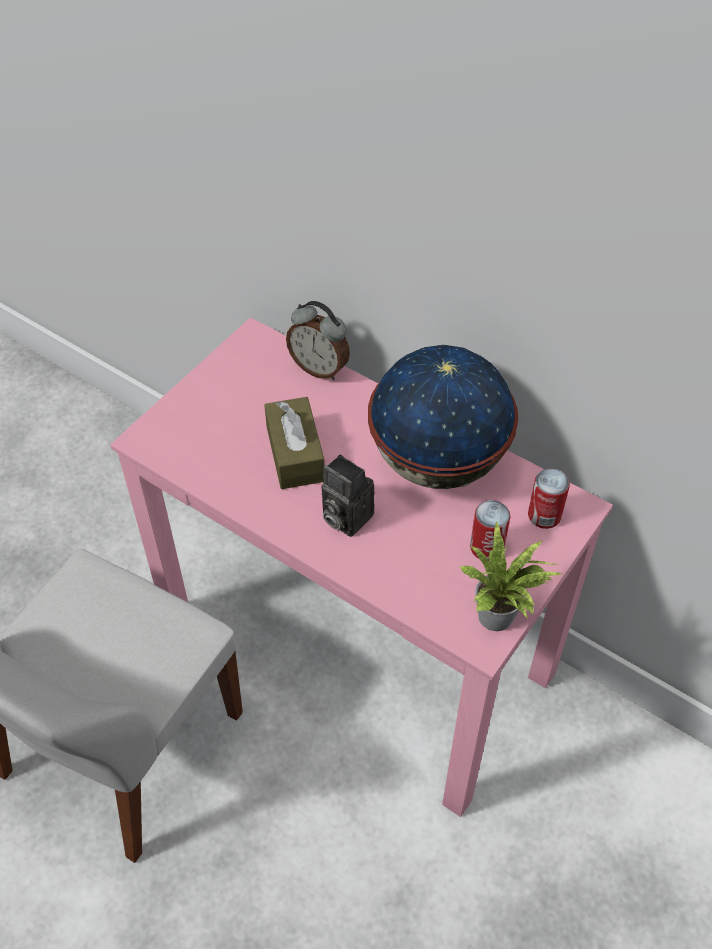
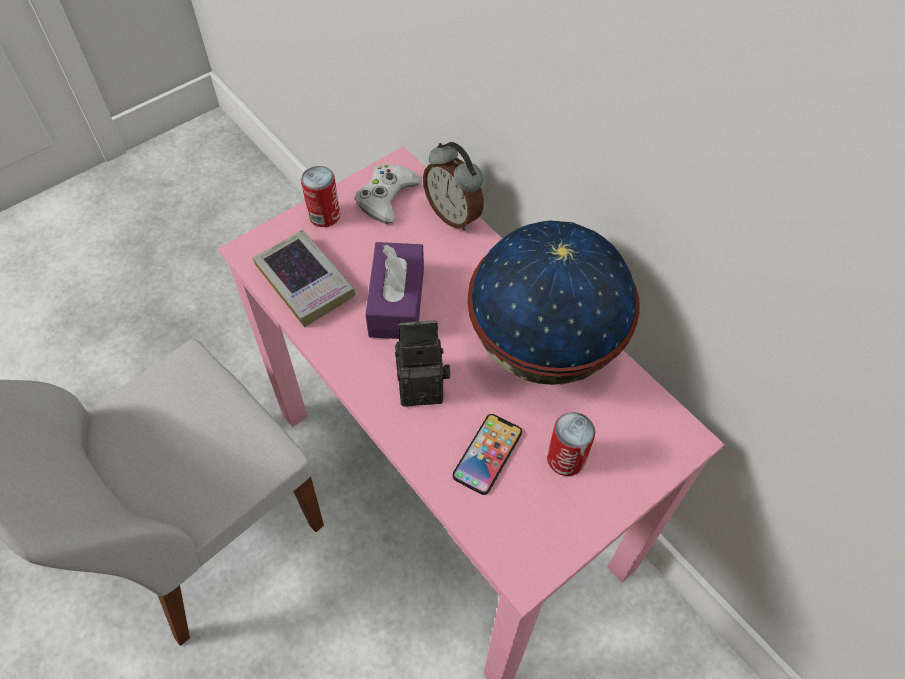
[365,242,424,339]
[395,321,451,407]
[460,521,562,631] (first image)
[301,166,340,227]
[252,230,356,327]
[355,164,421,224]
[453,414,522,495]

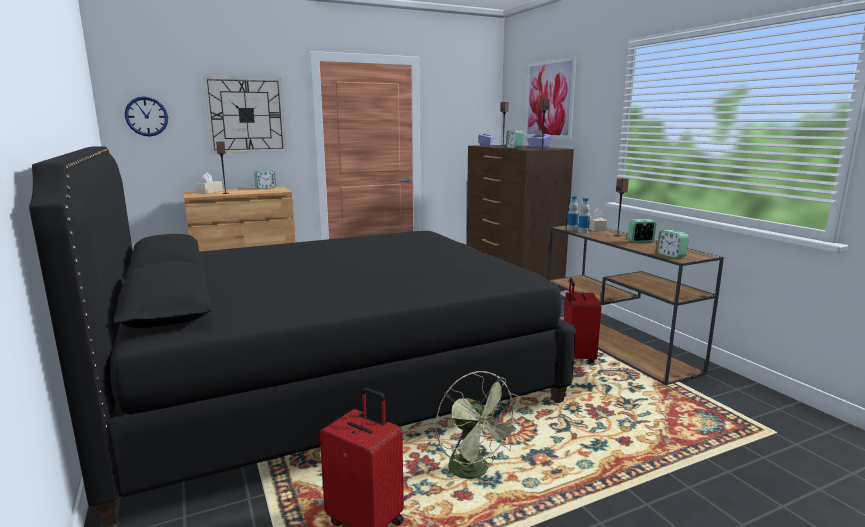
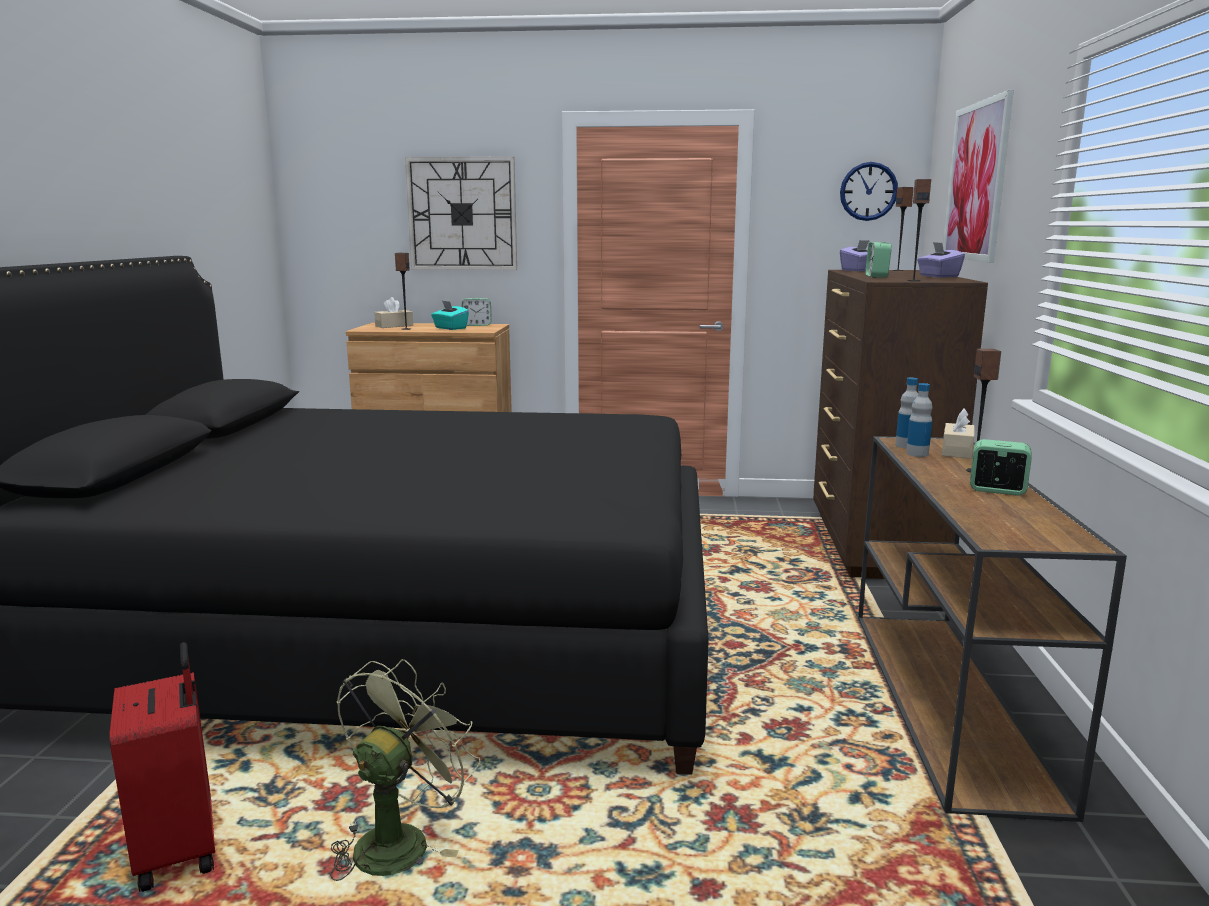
[840,162,898,221]
[330,659,481,881]
[564,278,602,364] (first image)
[657,230,689,258] (first image)
[431,300,469,330]

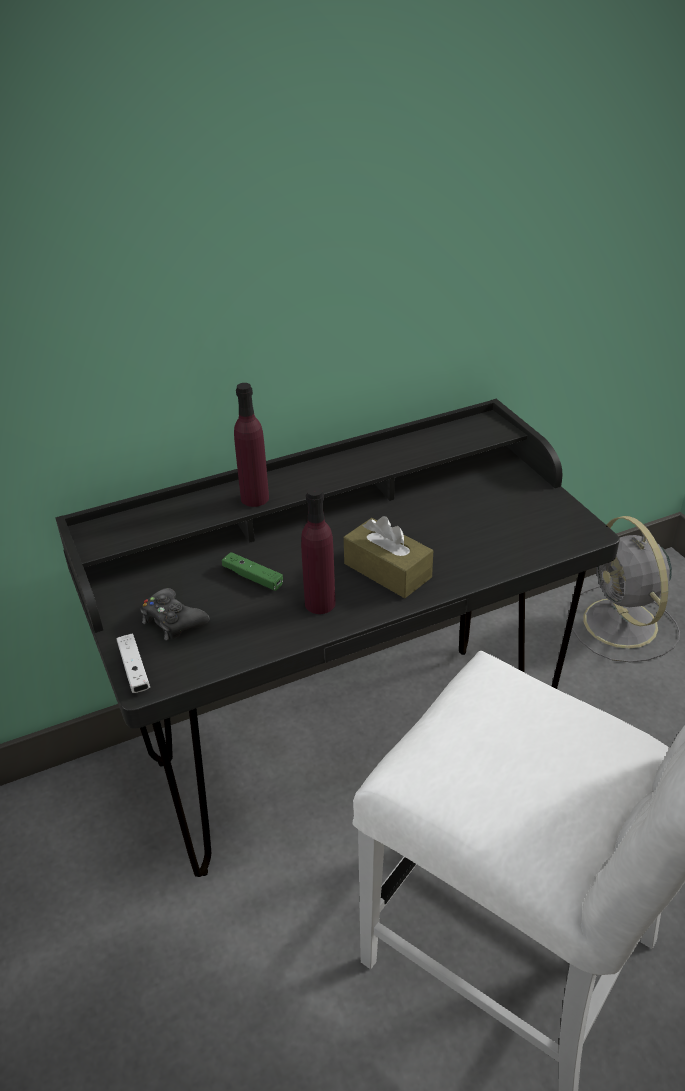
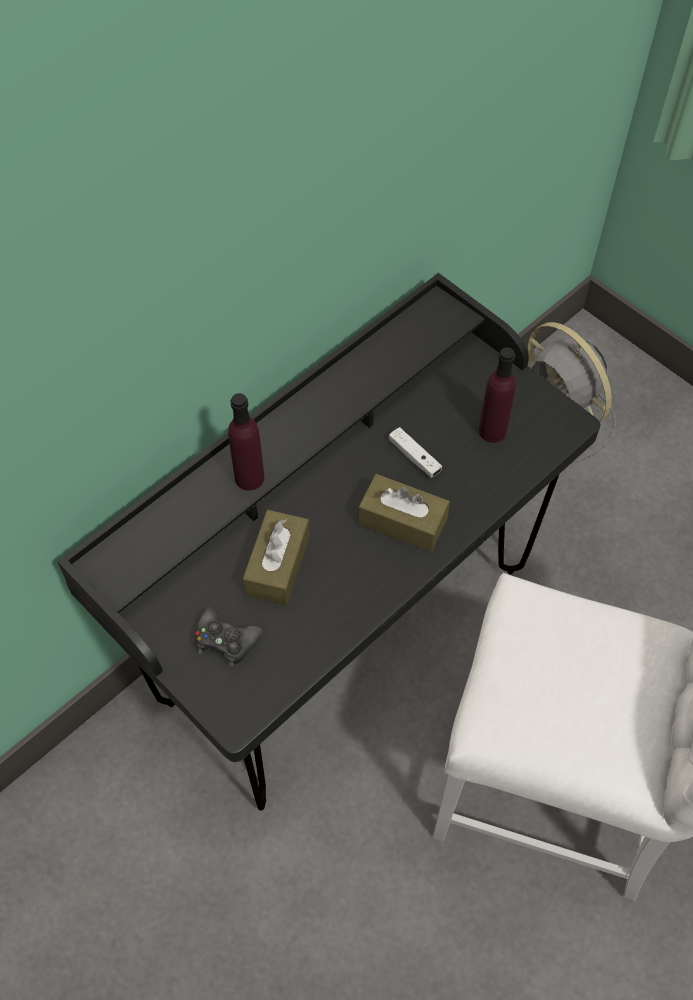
[389,427,442,478]
[243,510,310,606]
[479,347,516,443]

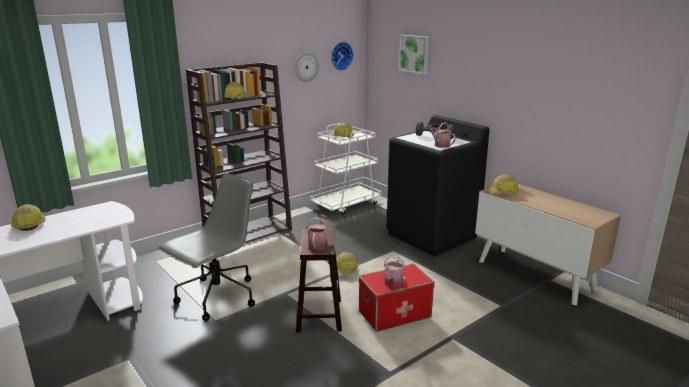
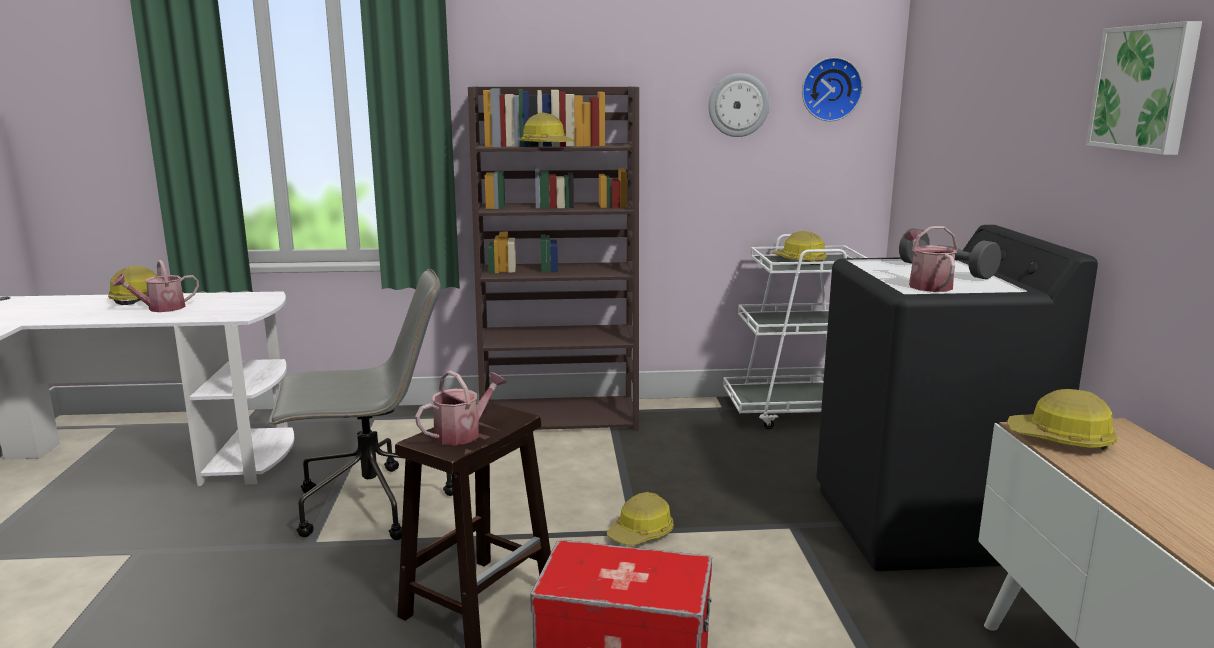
[112,260,199,312]
[1086,21,1202,155]

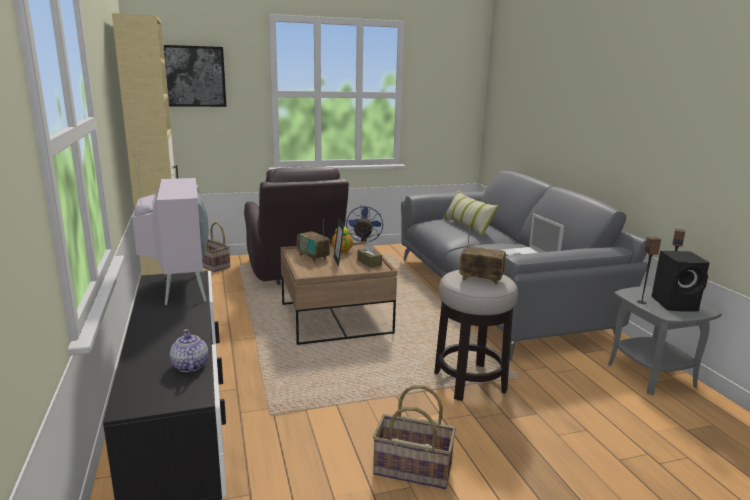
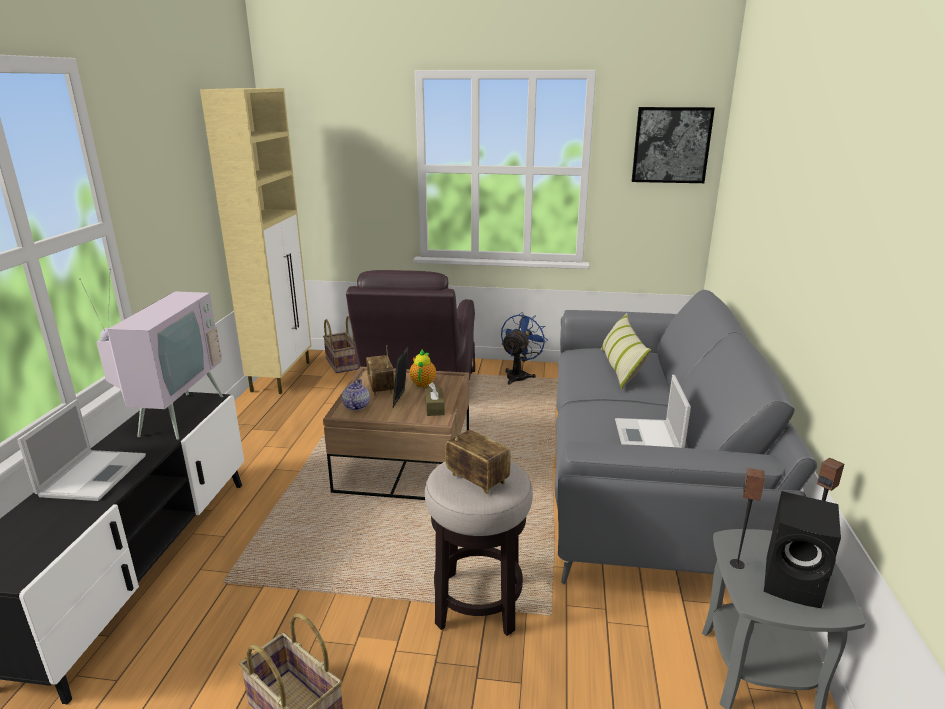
[632,107,715,183]
[342,379,370,411]
[17,399,146,501]

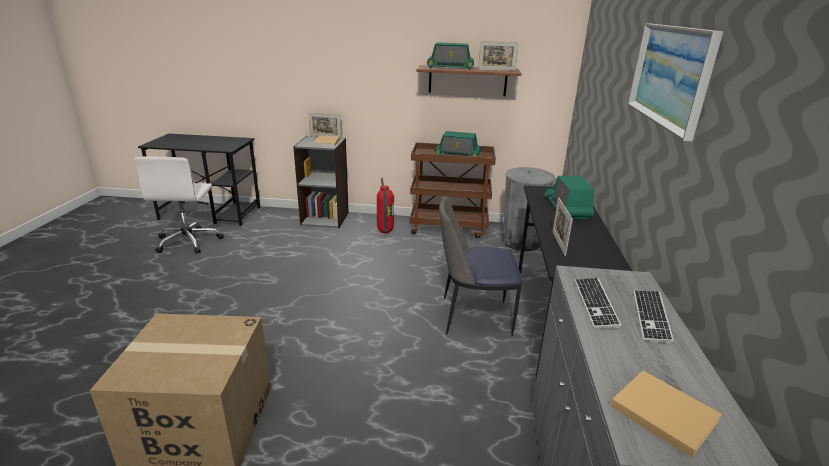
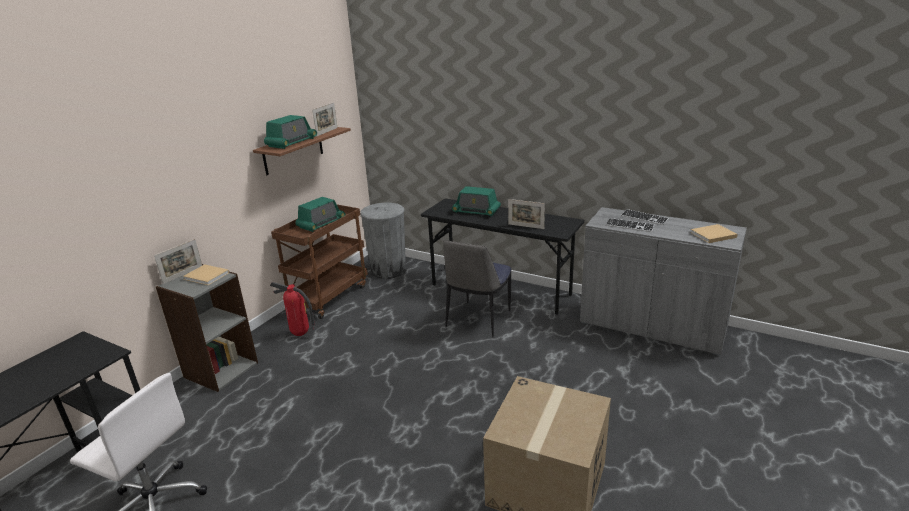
[628,23,723,141] (first image)

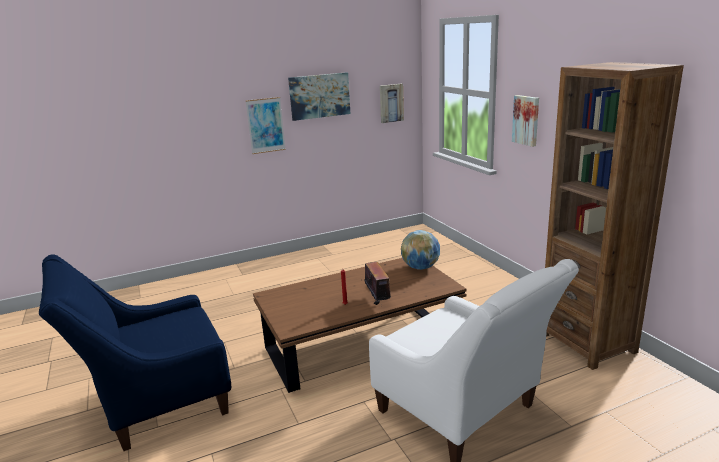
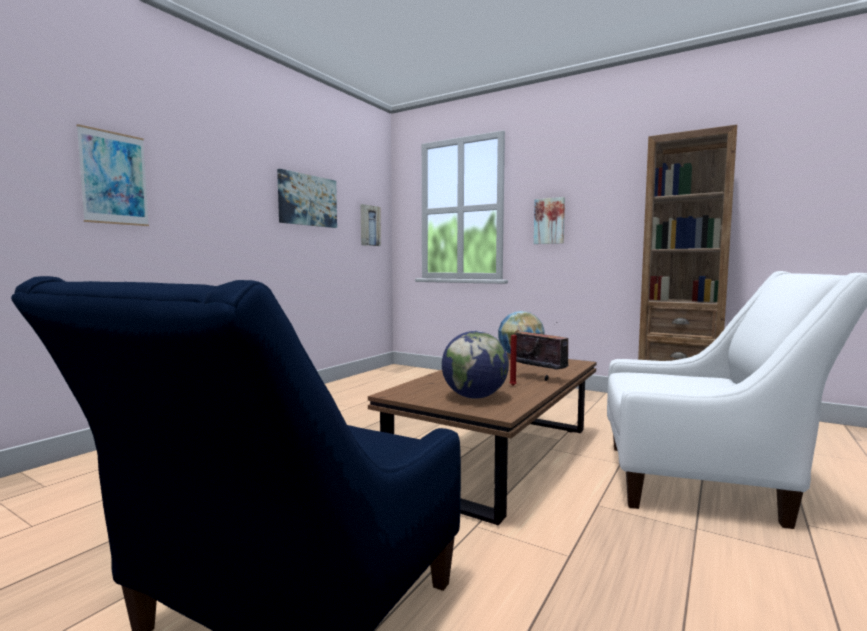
[77,124,149,226]
[442,331,509,399]

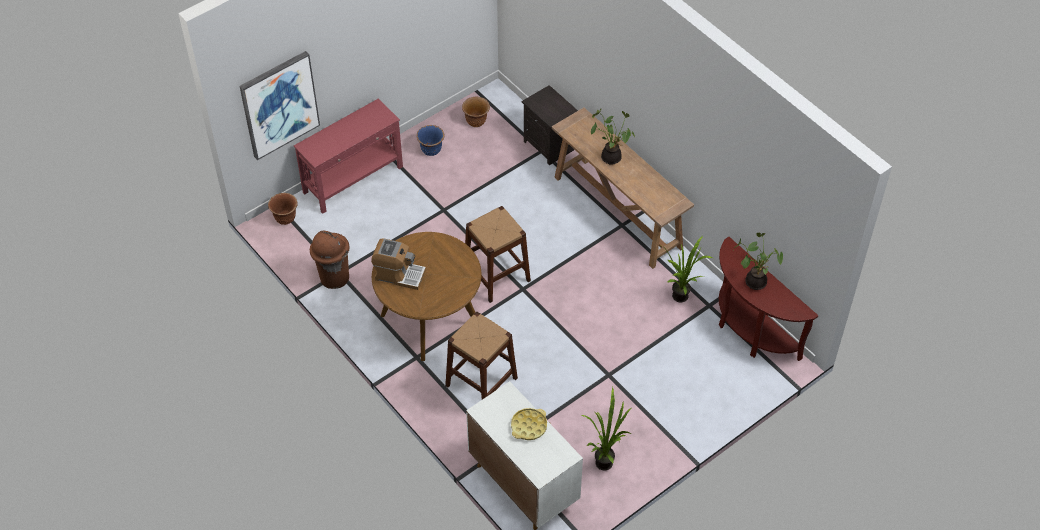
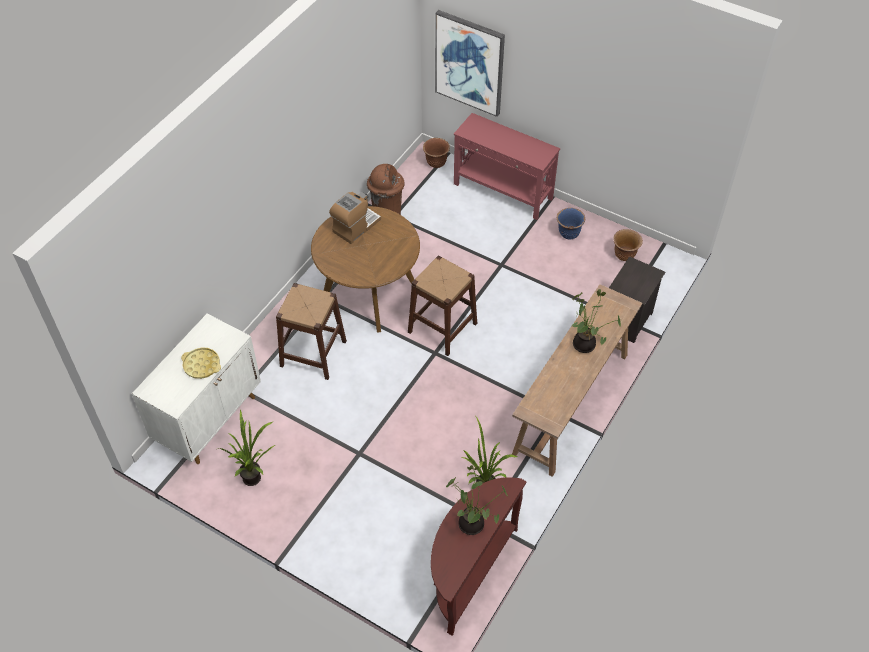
[329,192,381,244]

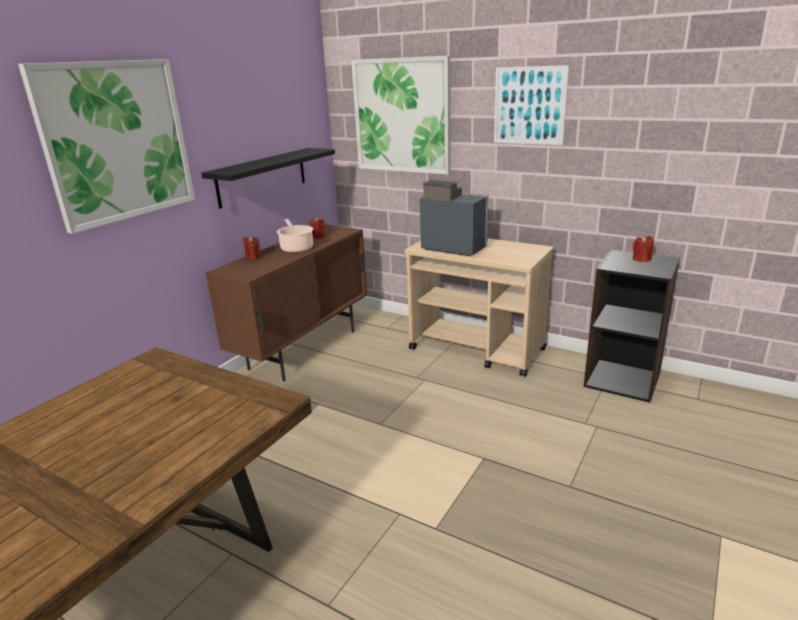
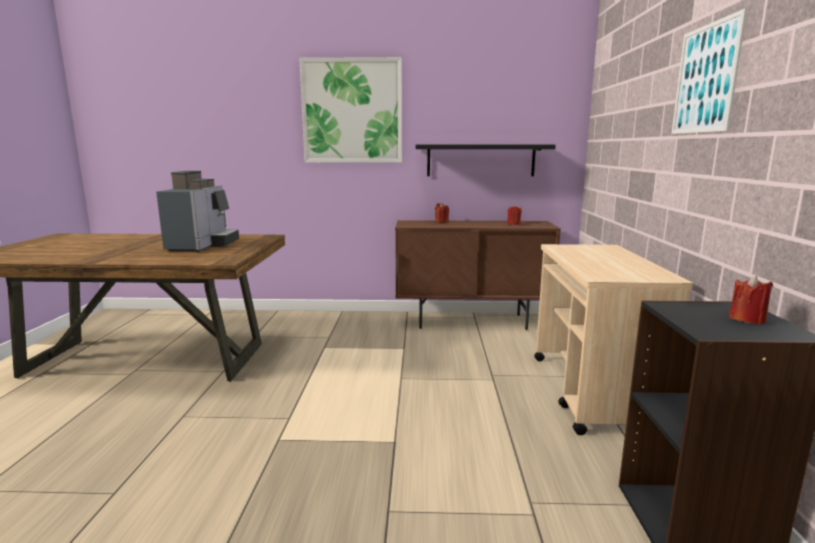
[277,219,313,253] (first image)
[351,56,451,175] (first image)
[156,171,239,252]

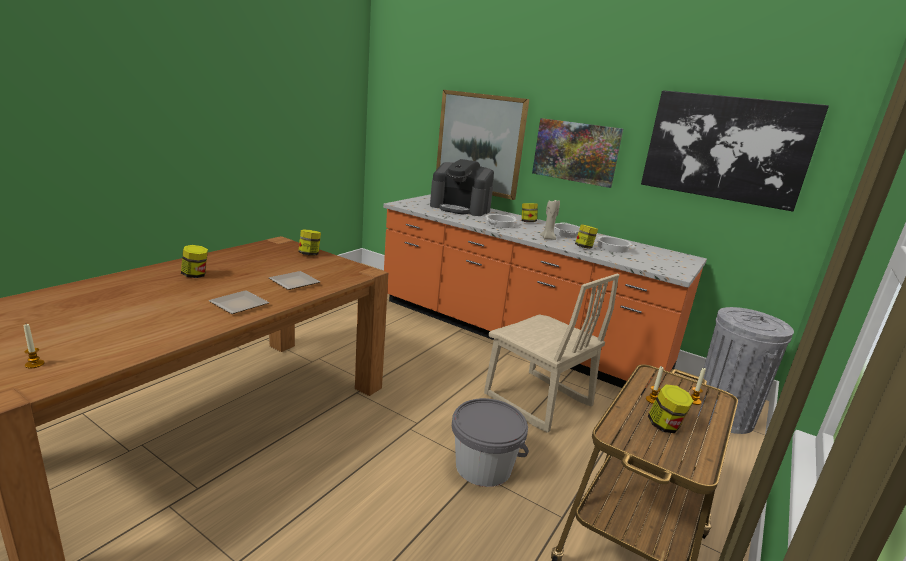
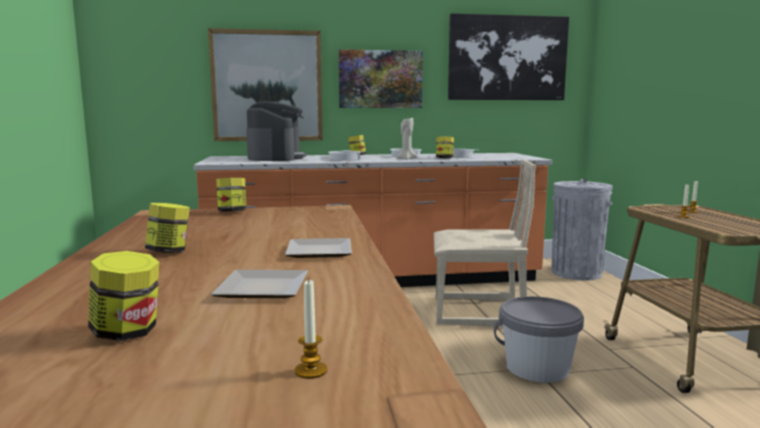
[211,270,308,298]
[246,101,307,161]
[88,251,160,341]

